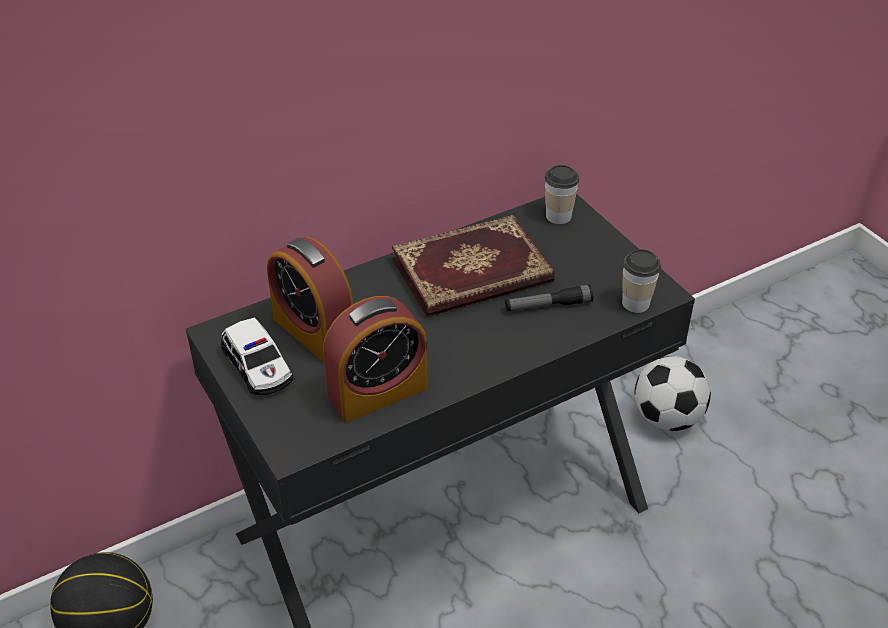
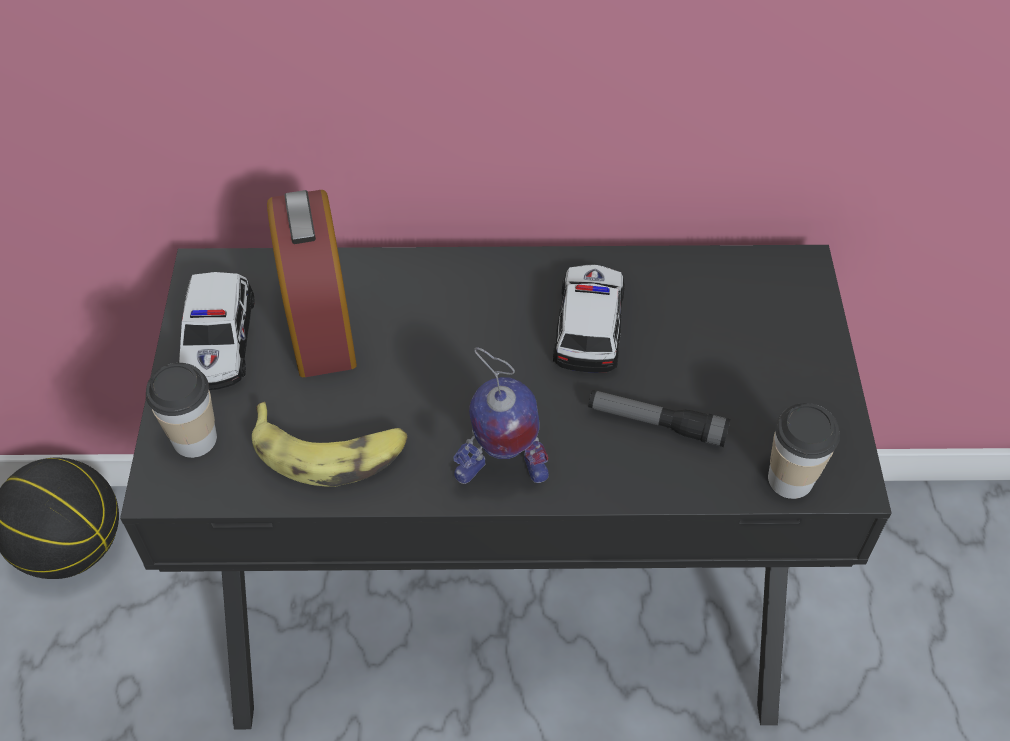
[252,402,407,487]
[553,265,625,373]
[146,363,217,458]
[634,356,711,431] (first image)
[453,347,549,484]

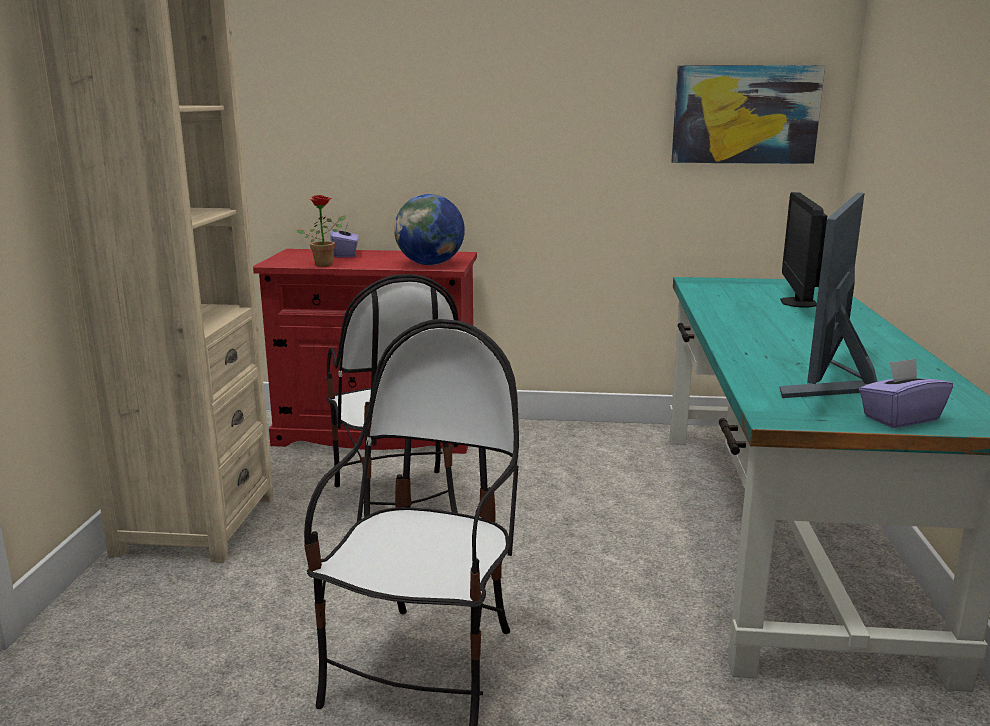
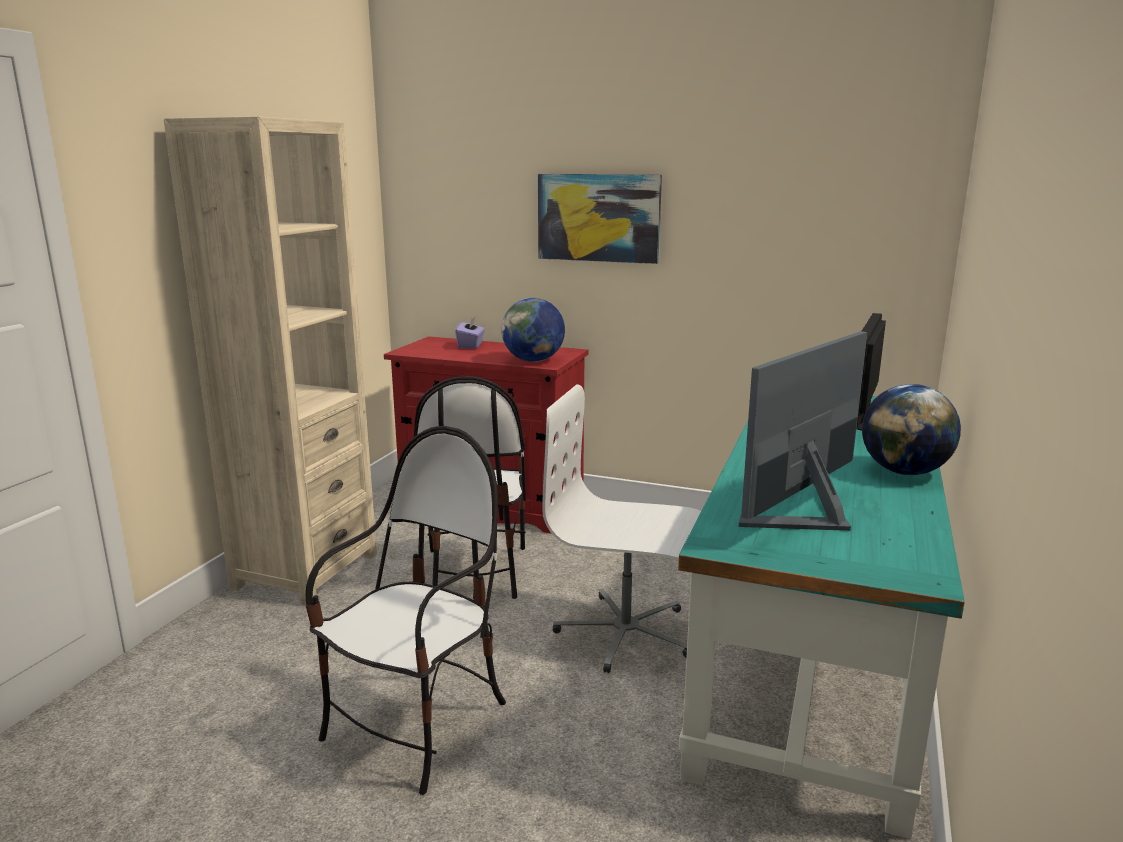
[297,195,346,267] (first image)
[538,174,662,264]
[859,358,953,428] (first image)
[542,384,701,673]
[862,384,961,475]

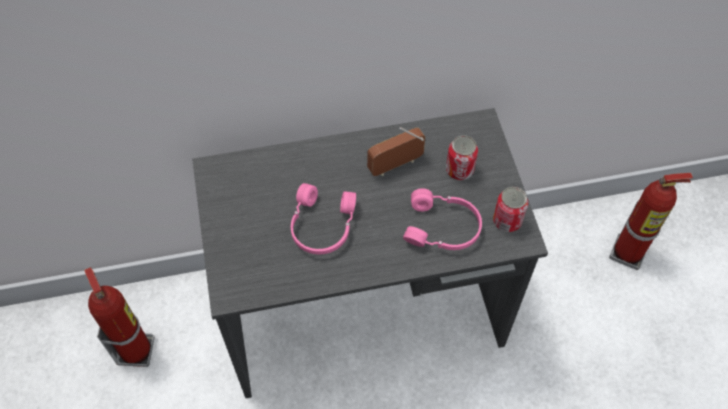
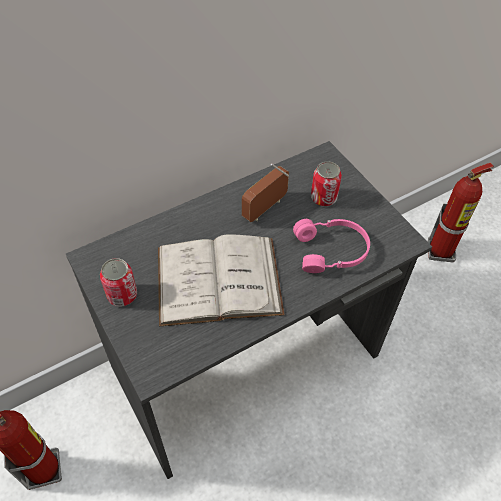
[158,234,285,326]
[100,258,137,307]

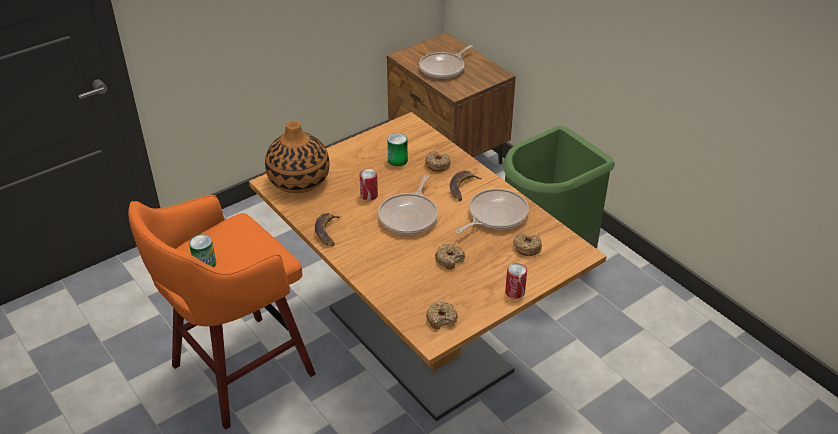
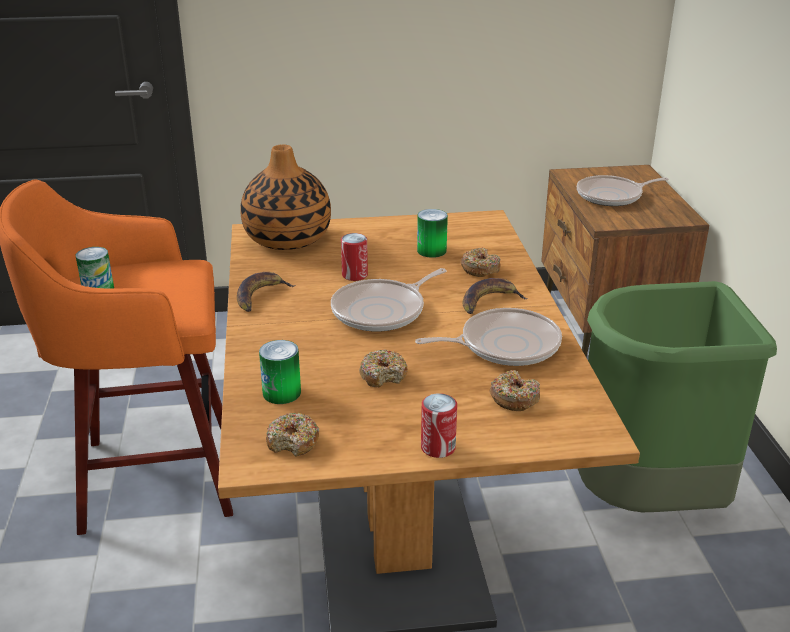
[259,340,301,404]

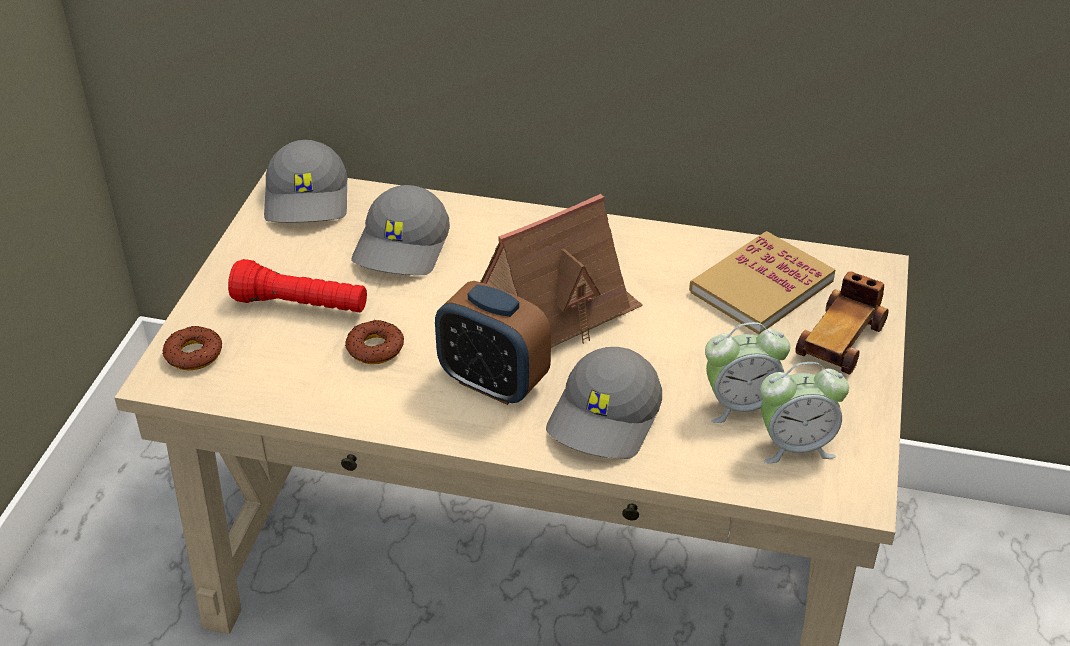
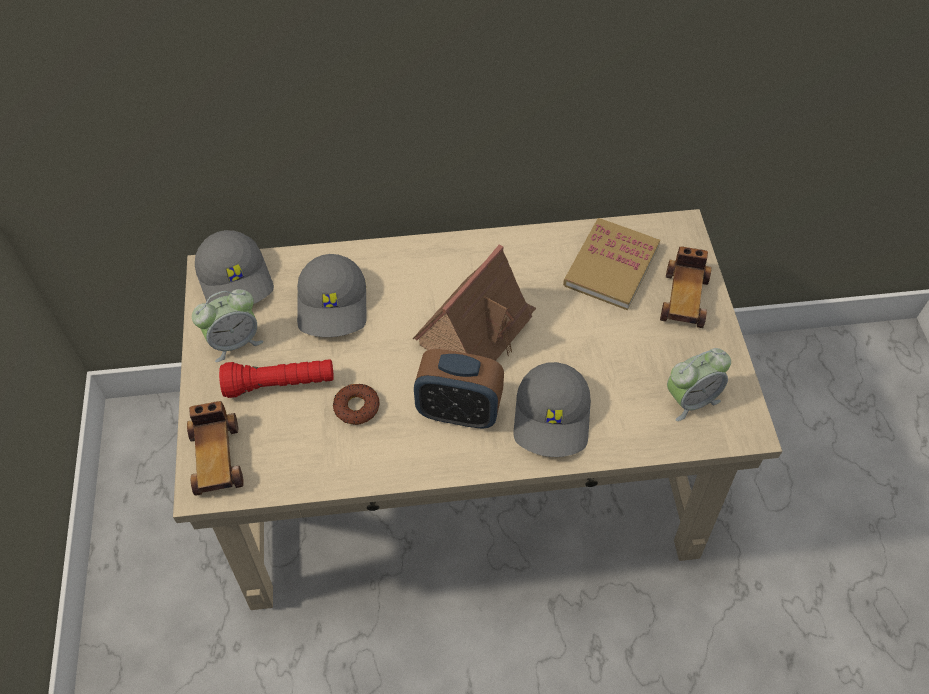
[187,401,244,496]
[192,289,264,362]

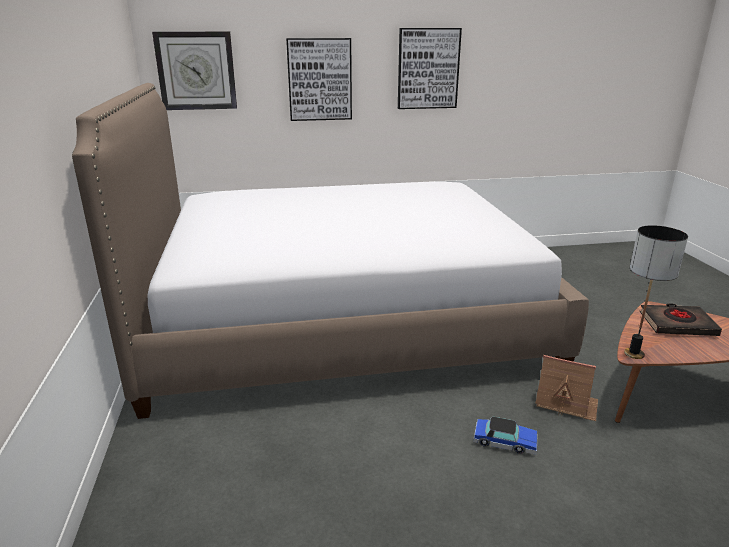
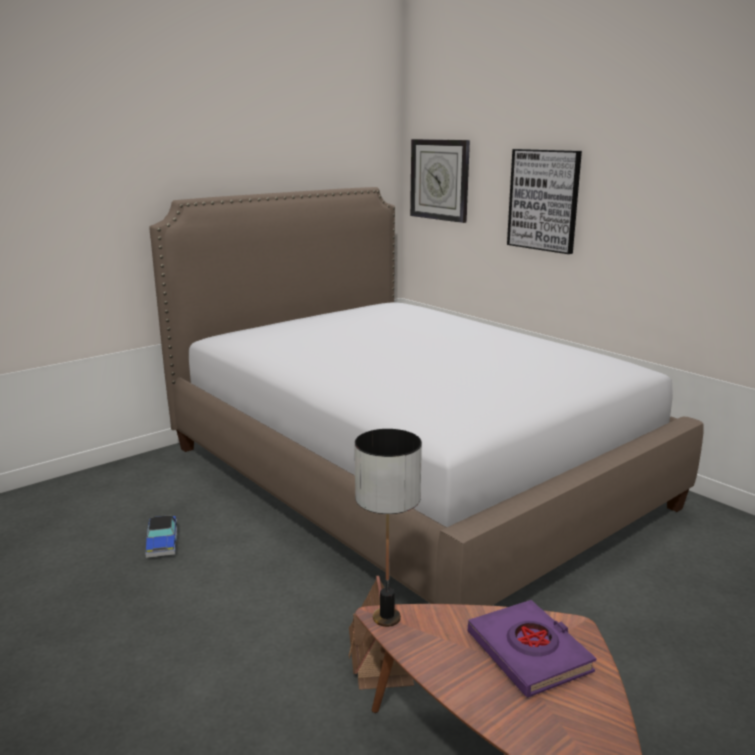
[398,28,462,109] (first image)
[145,515,177,558]
[468,600,596,698]

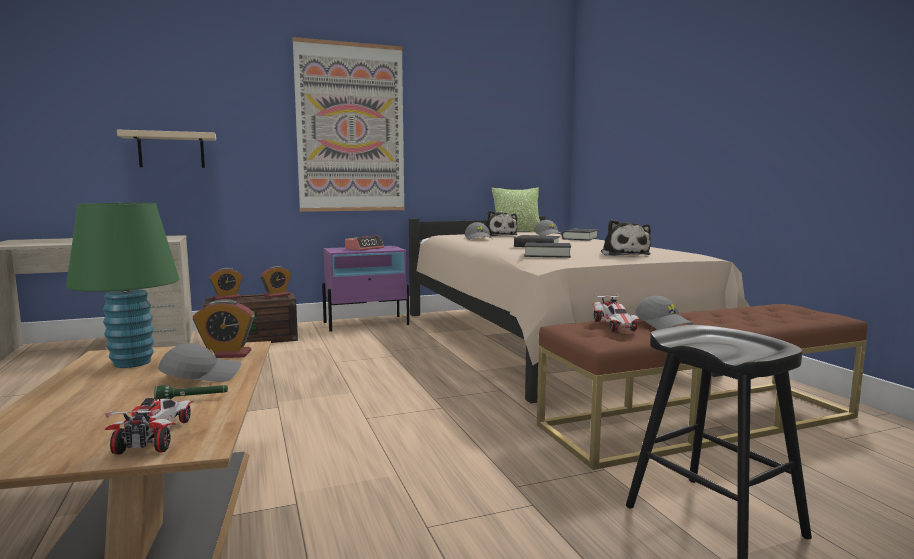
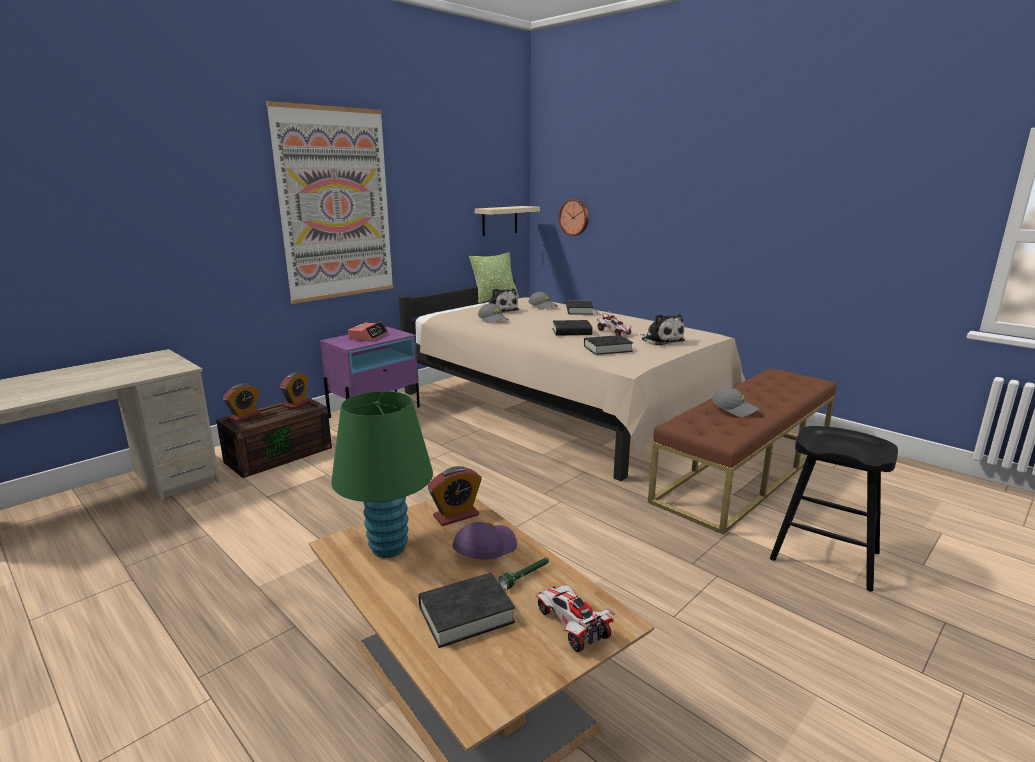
[475,206,540,236]
[452,522,517,560]
[597,311,632,335]
[418,573,515,648]
[559,199,589,236]

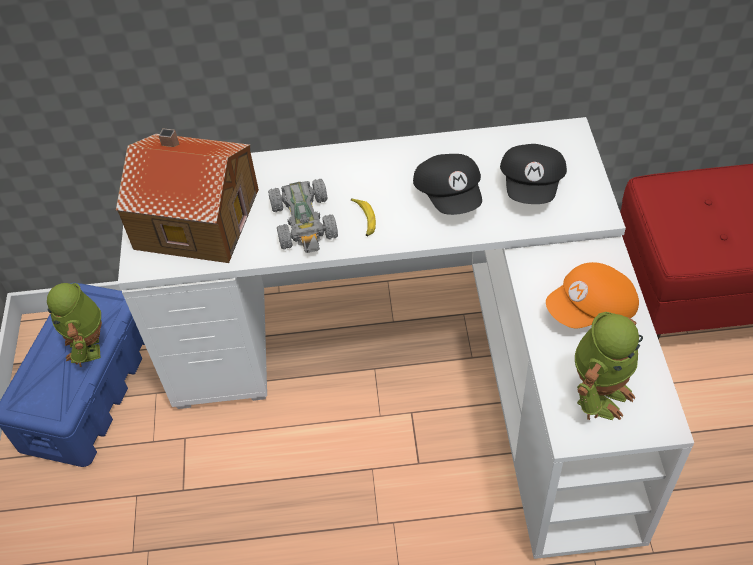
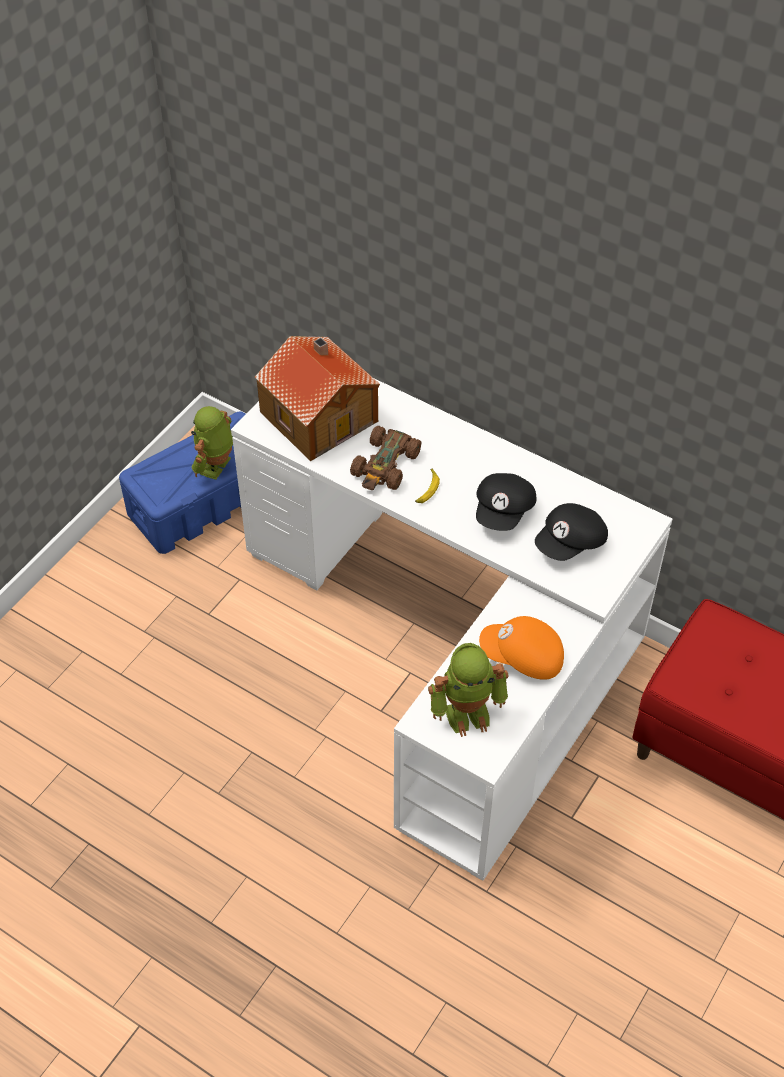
[350,426,422,490]

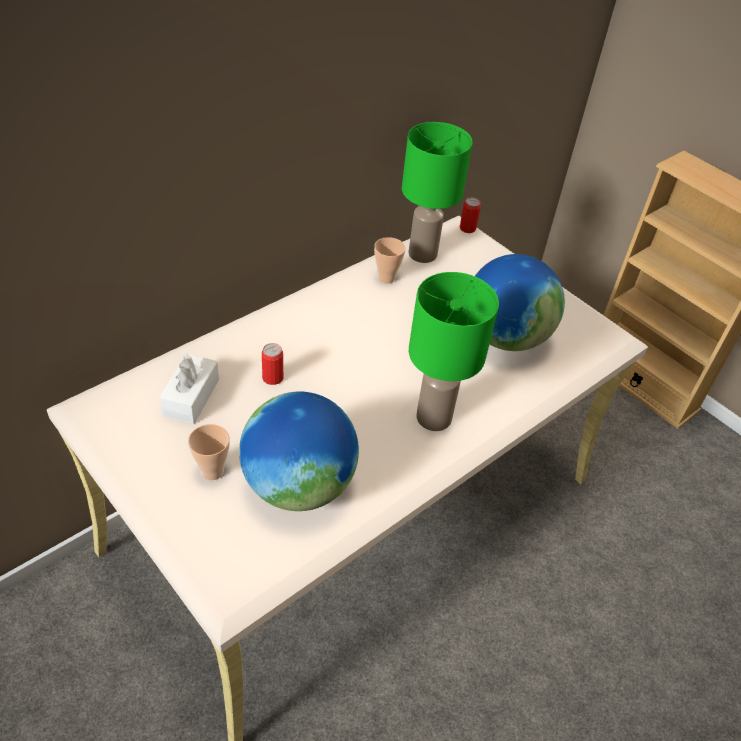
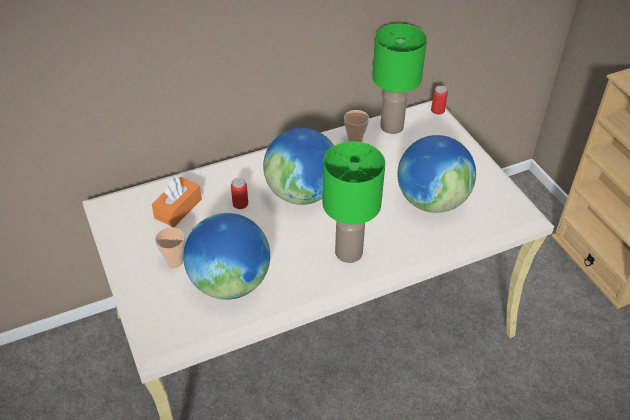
[152,176,202,227]
[263,128,334,205]

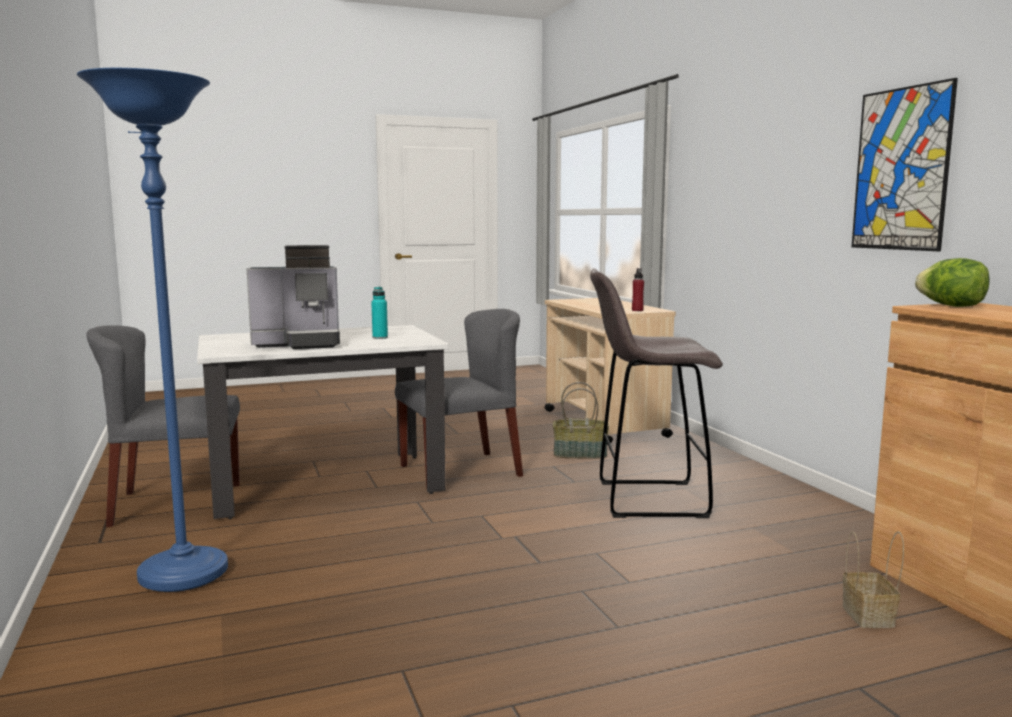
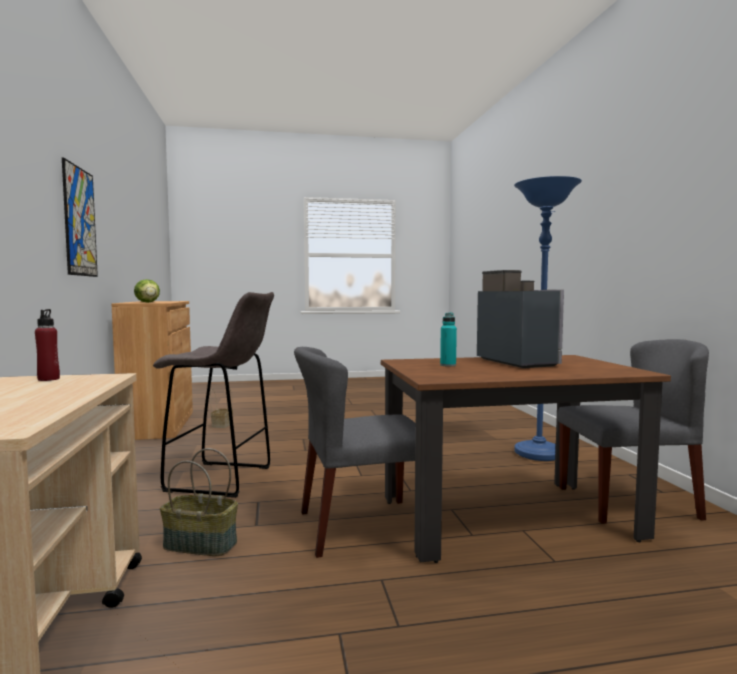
[381,355,671,563]
[477,270,564,368]

